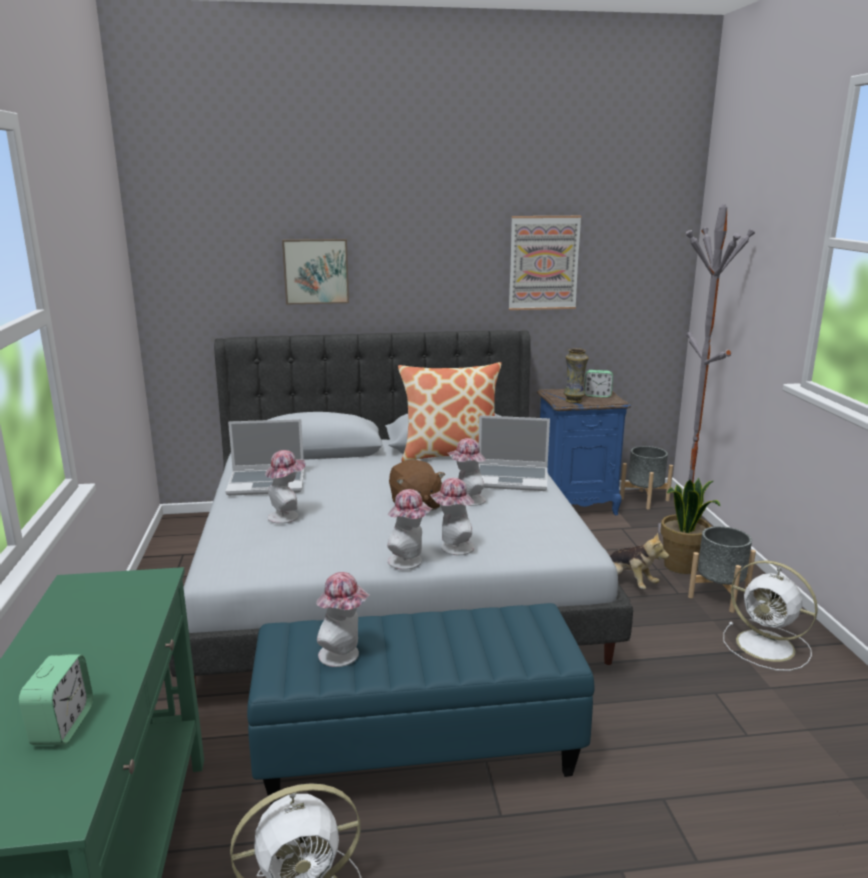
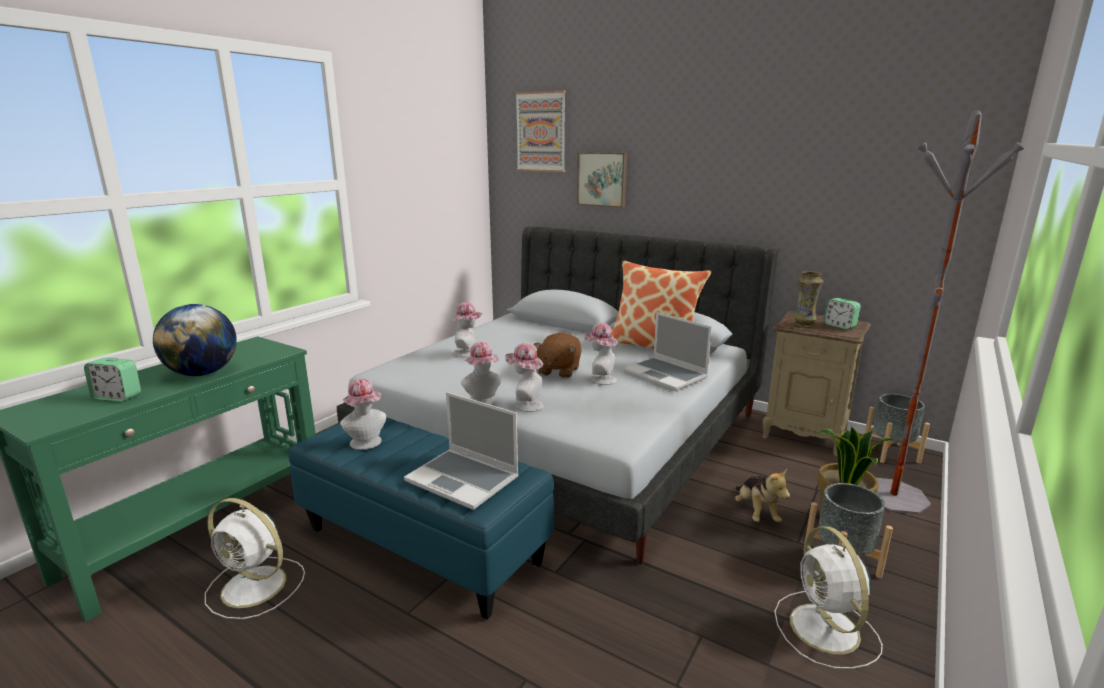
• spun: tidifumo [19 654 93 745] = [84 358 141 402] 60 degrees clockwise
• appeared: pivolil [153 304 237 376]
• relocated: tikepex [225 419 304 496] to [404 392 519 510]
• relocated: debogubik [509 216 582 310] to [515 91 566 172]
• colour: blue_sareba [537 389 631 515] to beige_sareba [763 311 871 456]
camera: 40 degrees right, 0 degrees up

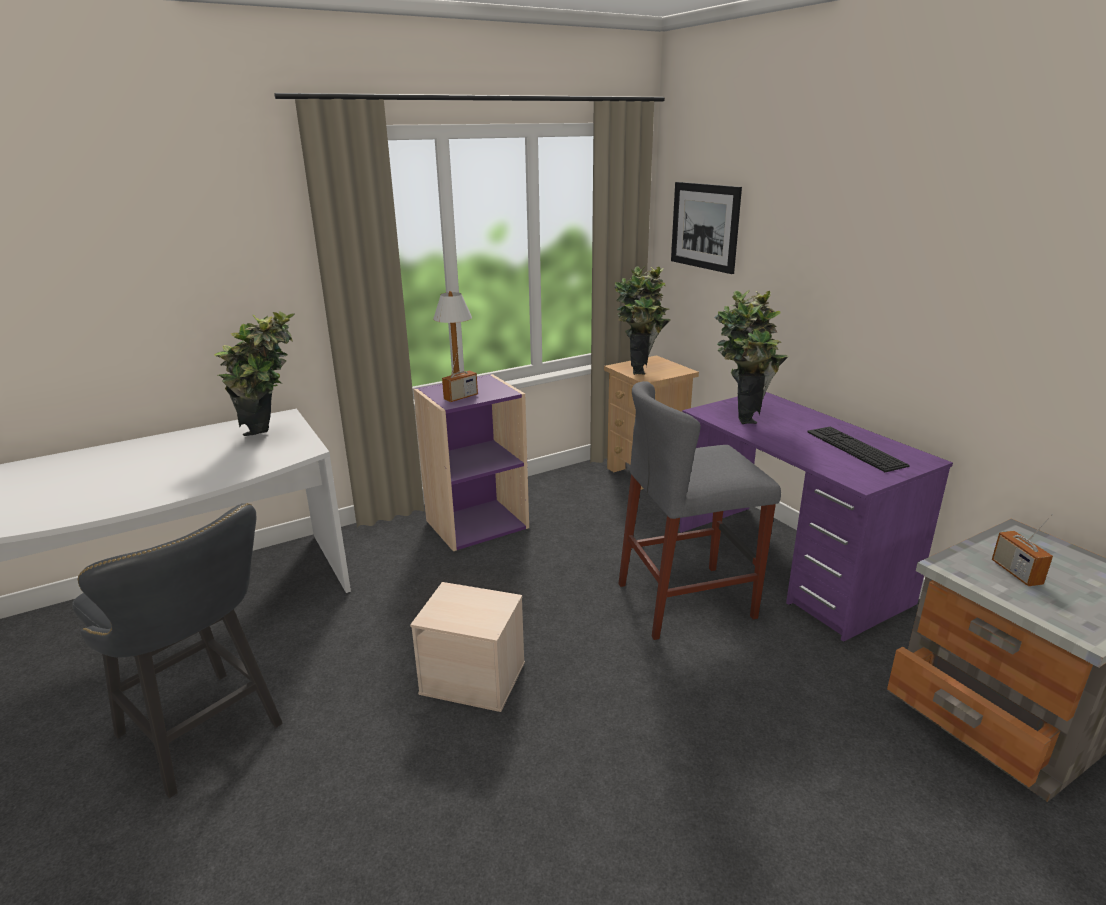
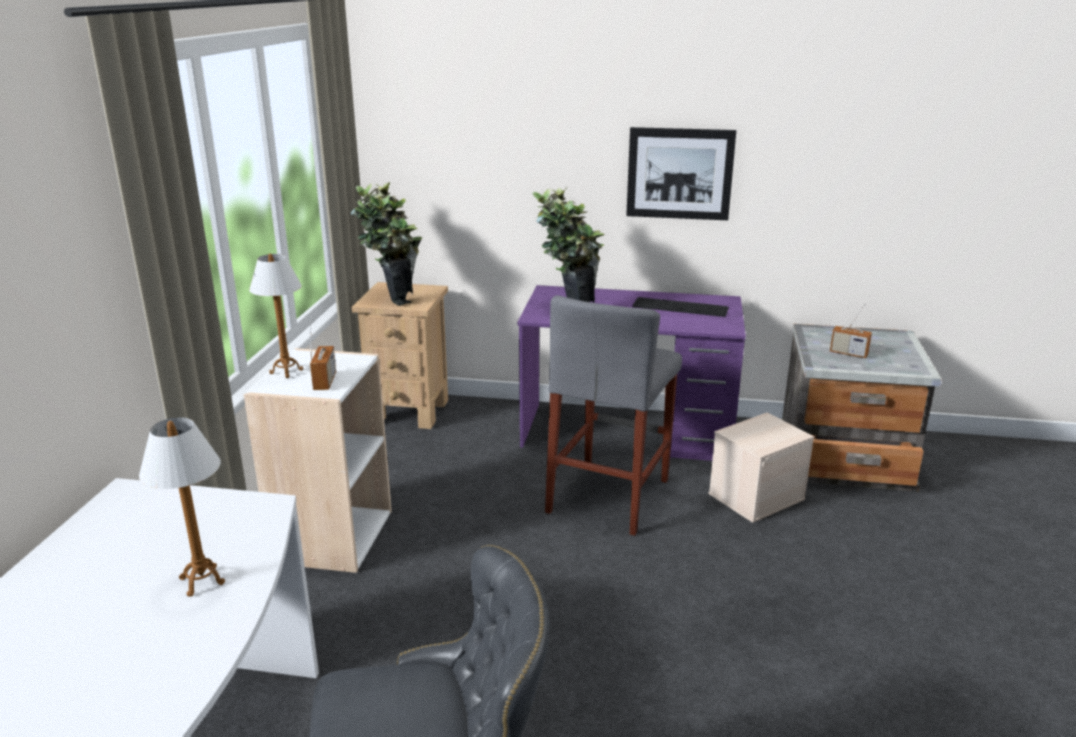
• appeared: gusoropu [139 417 225 597]
• colour: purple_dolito [413 374 529 551] to white_dolito [244 348 392 573]
• relocated: debogubik [671 182 742 274] to [626 127 736 220]
• relocated: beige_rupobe [410 582 525 712] to [709 413 814 523]
• missing: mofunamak [214 311 295 436]
camera: 50 degrees left, 0 degrees up

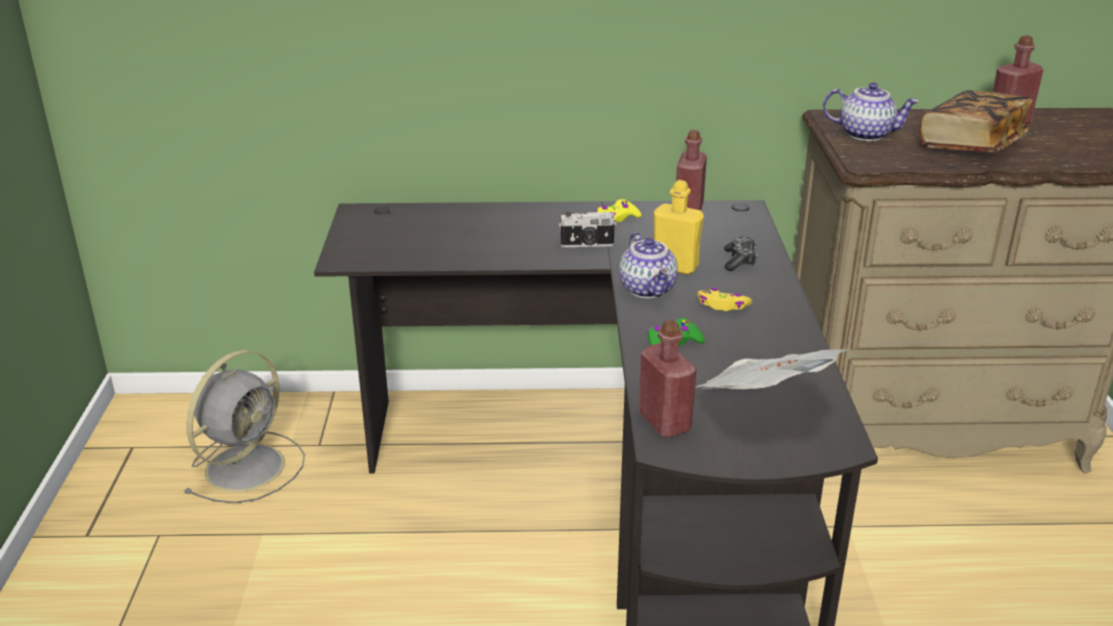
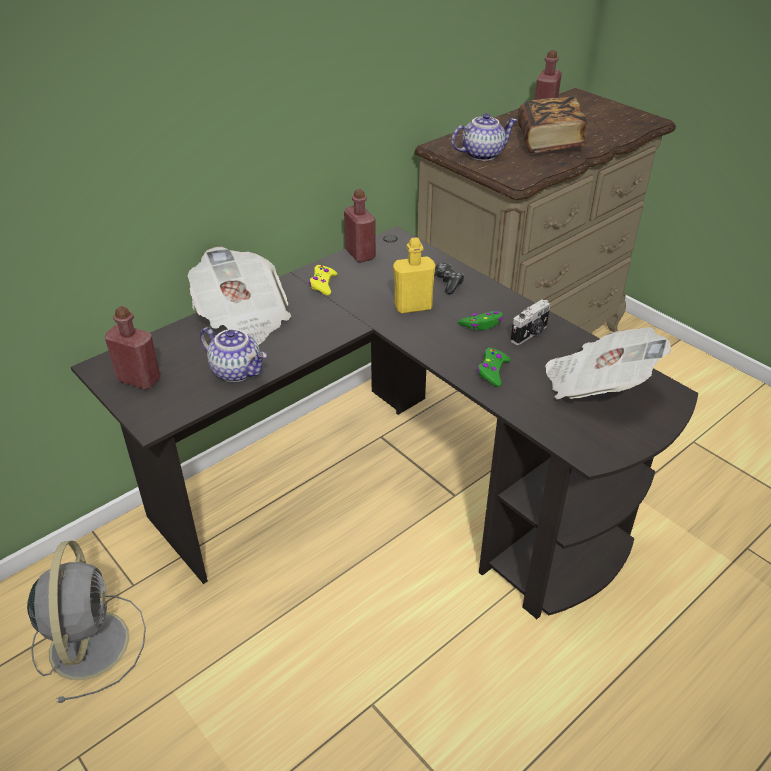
• relocated: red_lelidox [639 320 697 438] to [105 306 160 390]
• appeared: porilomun [188 247 291 345]
• relocated: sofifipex [619 232 678 298] to [200 327 267 382]
• colour: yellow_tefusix [697 287 752 311] to green_tefusix [458 311 504 330]
• relocated: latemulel [558 212 617 247] to [511 299 550 345]
camera: 40 degrees left, 10 degrees up

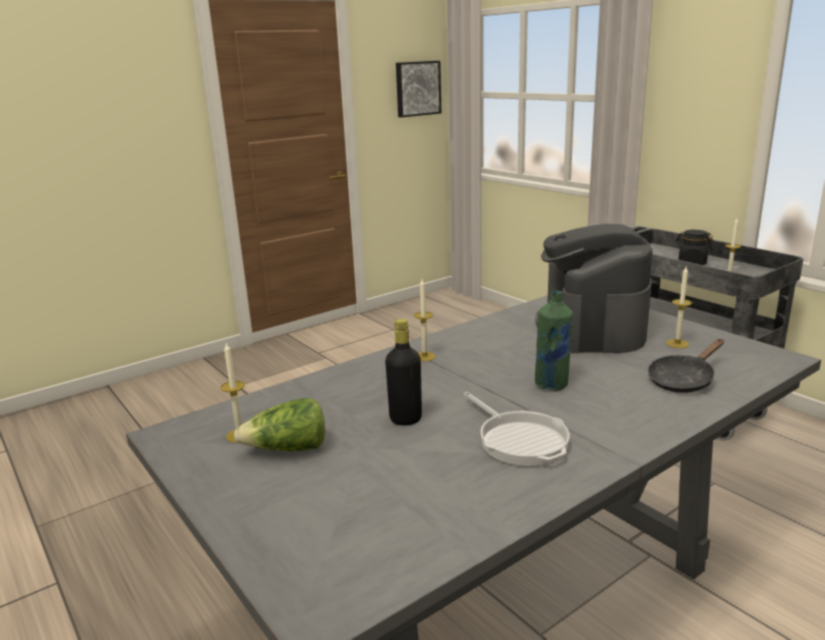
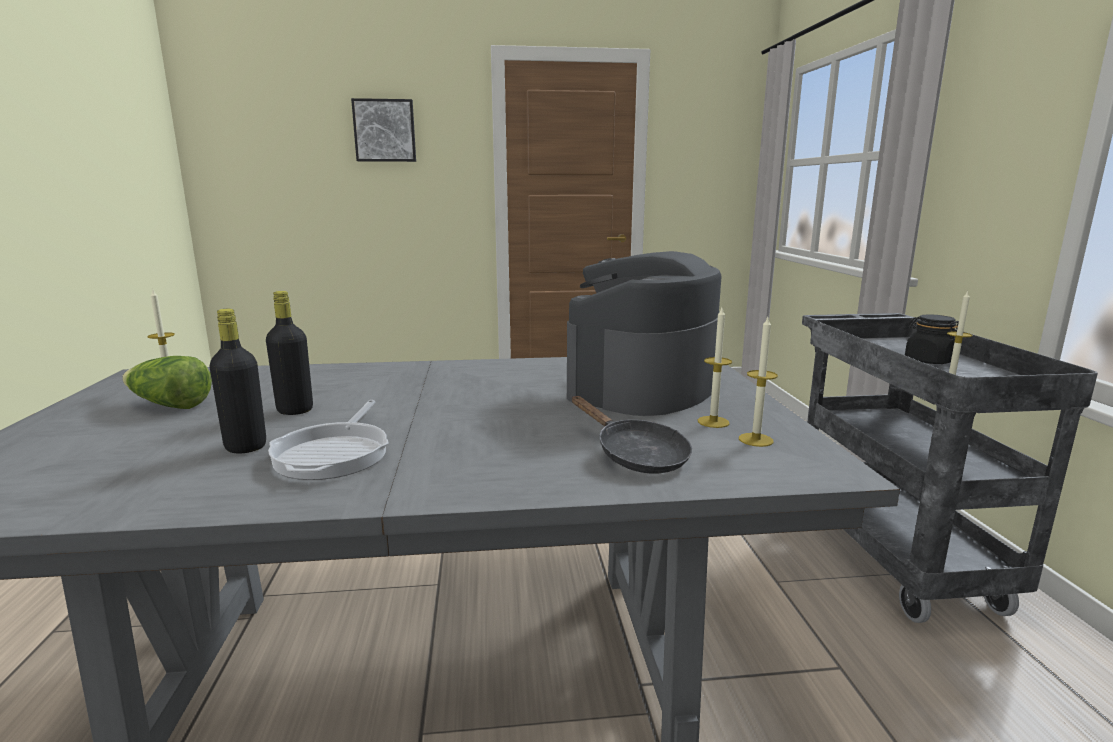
• appeared: black_lelidox [209 309 266 453]
• relocated: debogubik [396 61 441 117] to [351 98 416 162]
• spun: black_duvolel [648 339 724 393] = [571 396 692 474] 120 degrees counterclockwise
• relocated: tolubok [414 279 436 361] to [739 317 778 447]
• missing: green_lelidox [535 291 573 391]
camera: 30 degrees right, 5 degrees down

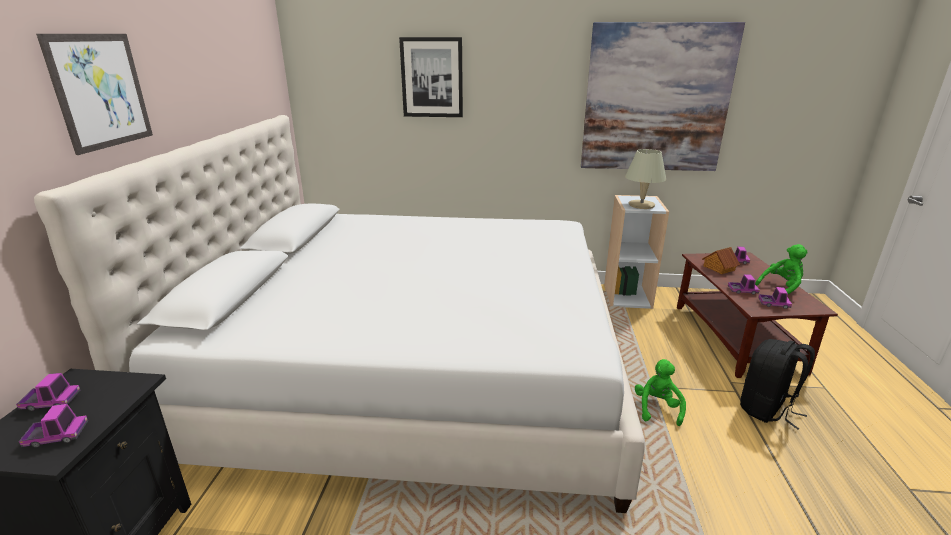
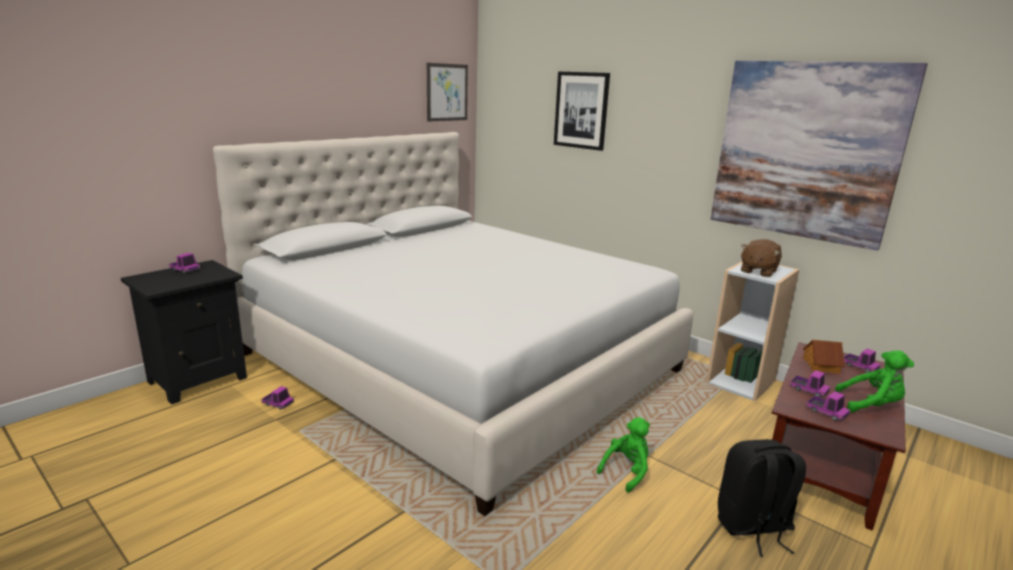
• relocated: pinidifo [19 404 88 448] to [261 386 294 410]
• relocated: debogubik [36 34 153 155] to [427 63 468 122]
• exchanged: beige_gusoropu [625 149 666 209] to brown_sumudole [741 239 782 277]
camera: 35 degrees right, 5 degrees down

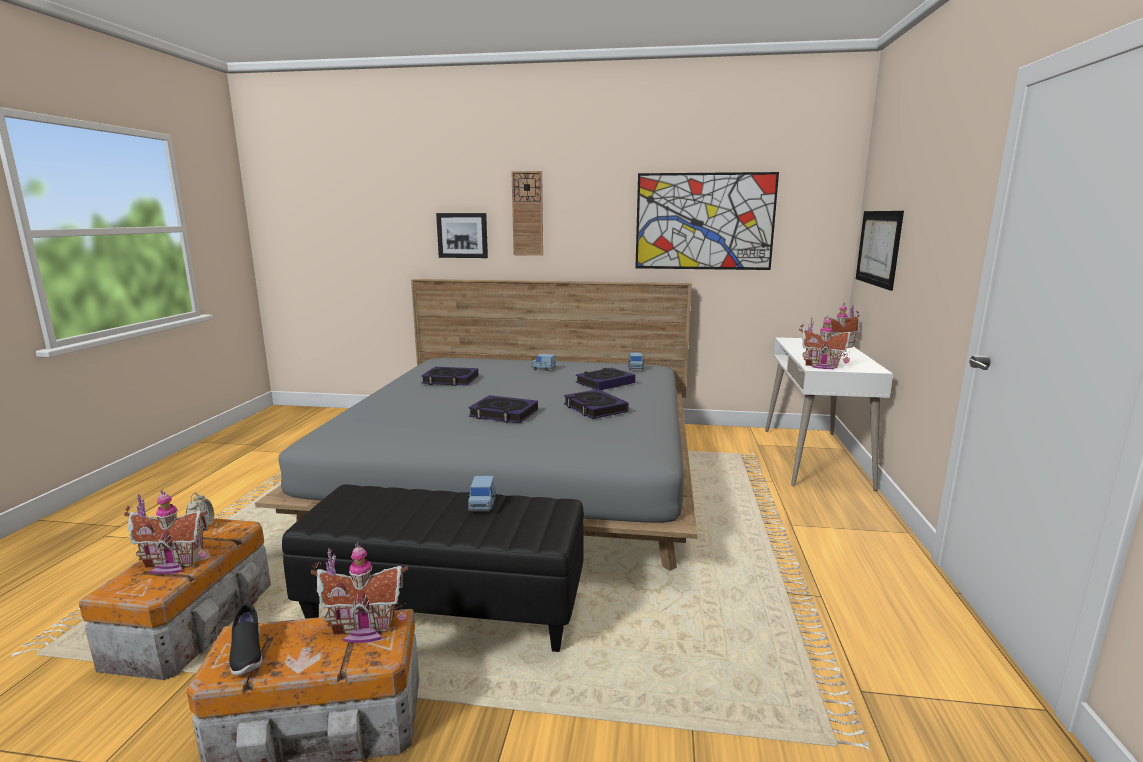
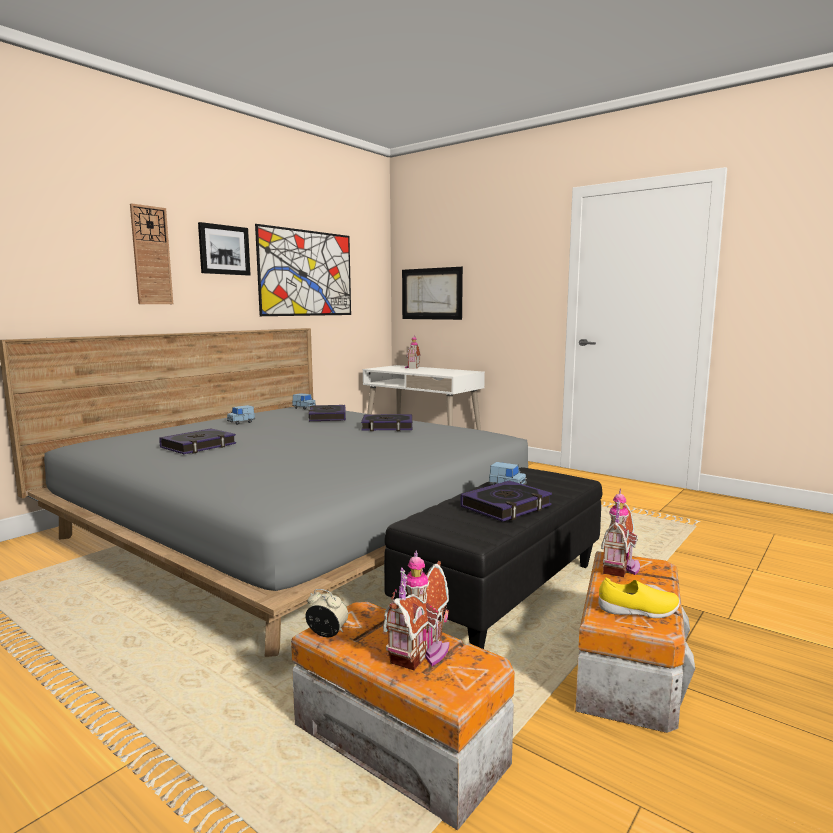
• relocated: debogubik [436 213 488 258] to [198 222 251 275]
• relocated: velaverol [468 395 538 423] to [460 481 552 522]
• colour: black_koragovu [229 603 262 676] to yellow_koragovu [598 578 680 618]
• missing: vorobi [799 316 854 369]
camera: 60 degrees left, 5 degrees down

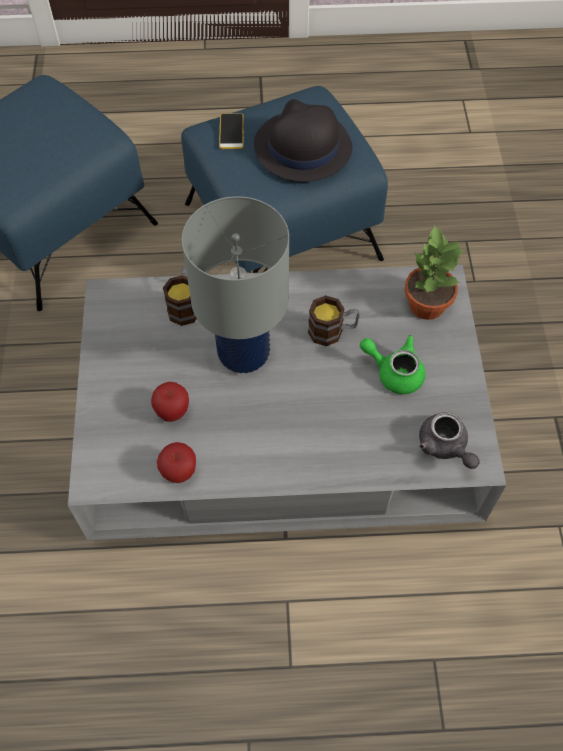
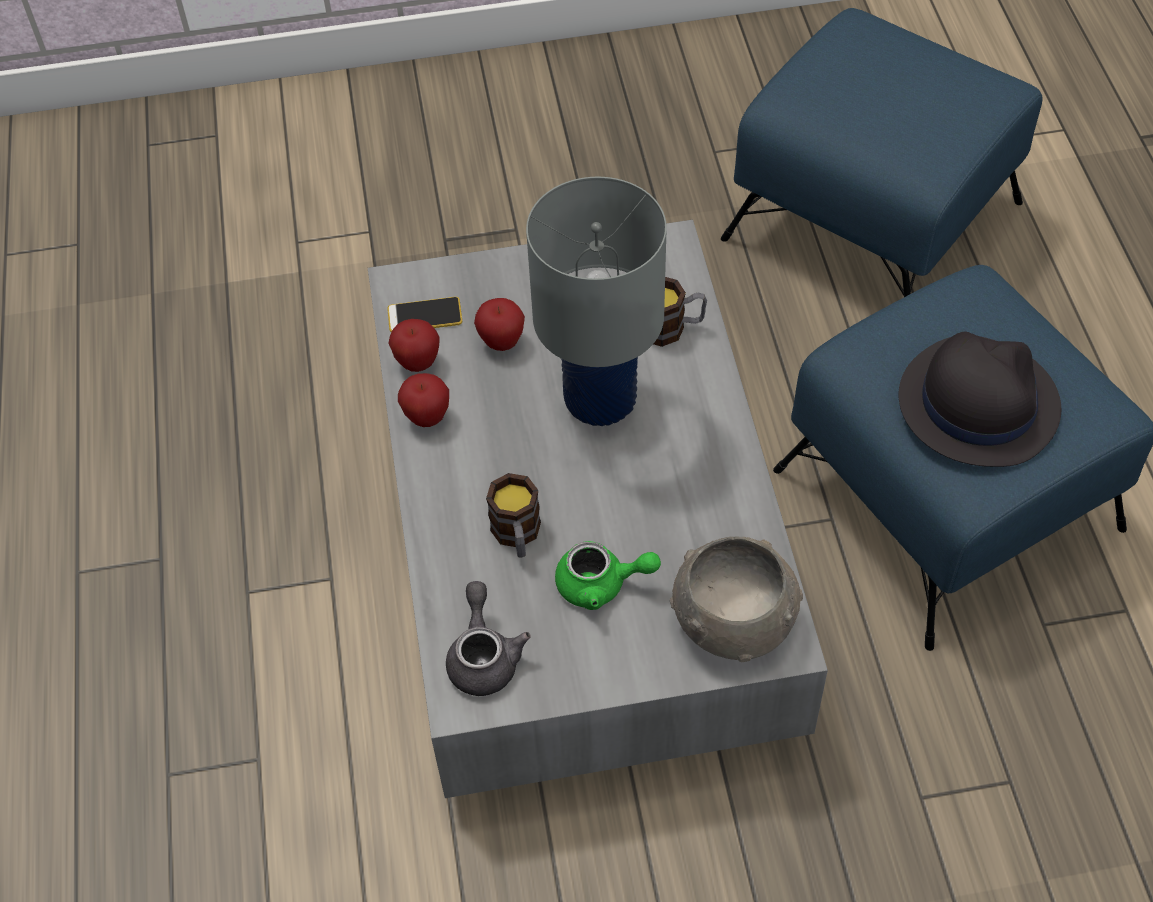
• relocated: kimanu [219 114 244 149] to [387 297 462 332]
• appeared: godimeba [398 373 449 427]
• spun: grey_sofifipex [419 412 480 469] = [446 581 531 696] 120 degrees clockwise
• relocated: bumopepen [308 295 360 346] to [486 473 541 557]
• spun: green_sofifipex [360 335 425 394] = [555 541 661 610] 75 degrees clockwise
• exchanged: mofunamak [404 224 466 320] to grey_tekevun [670 536 803 663]
camera: 85 degrees right, 5 degrees down

